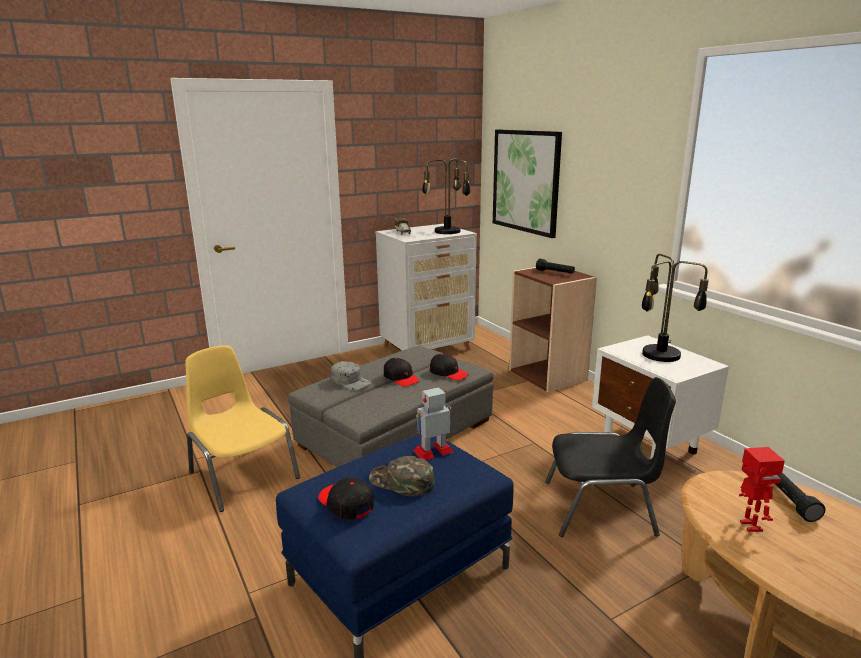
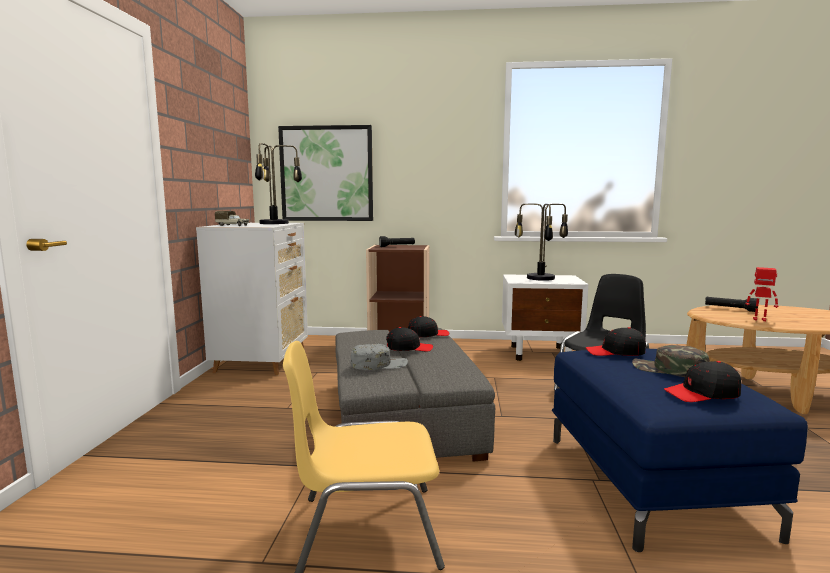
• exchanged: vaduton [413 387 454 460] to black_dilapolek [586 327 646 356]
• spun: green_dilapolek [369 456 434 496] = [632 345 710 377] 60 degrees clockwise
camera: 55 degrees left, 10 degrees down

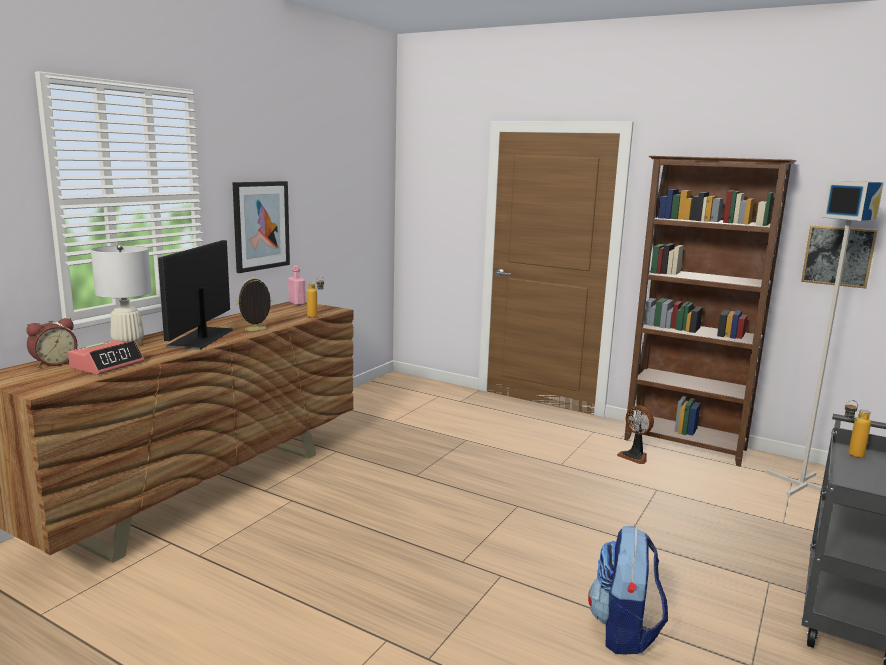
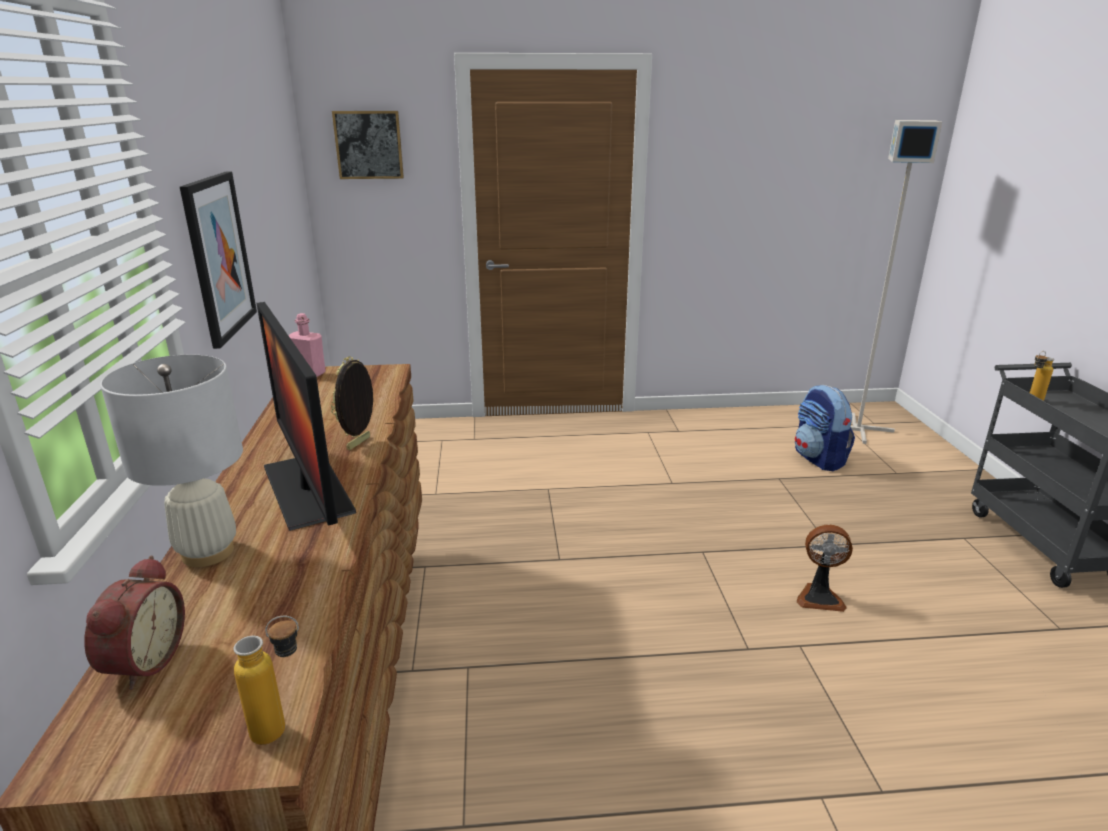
• relocated: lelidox [307 277 324 318] to [233 616 299 745]
• relocated: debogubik [801 225 877 289] to [332 111 404 179]
• relocated: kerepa [588 526 668 654] to [795 385 855 471]
• relocated: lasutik [617 406 654 464] to [797 525 853 612]
• missing: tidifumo [68 340 144 375]
• missing: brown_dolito [624 156 797 466]
camera: 35 degrees left, 10 degrees up

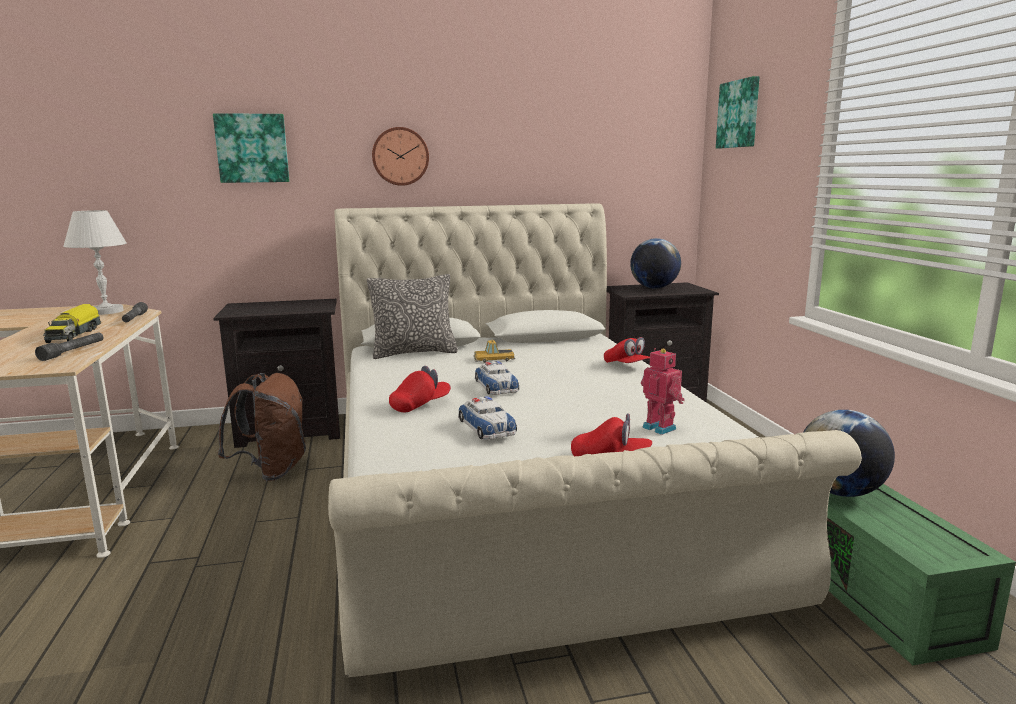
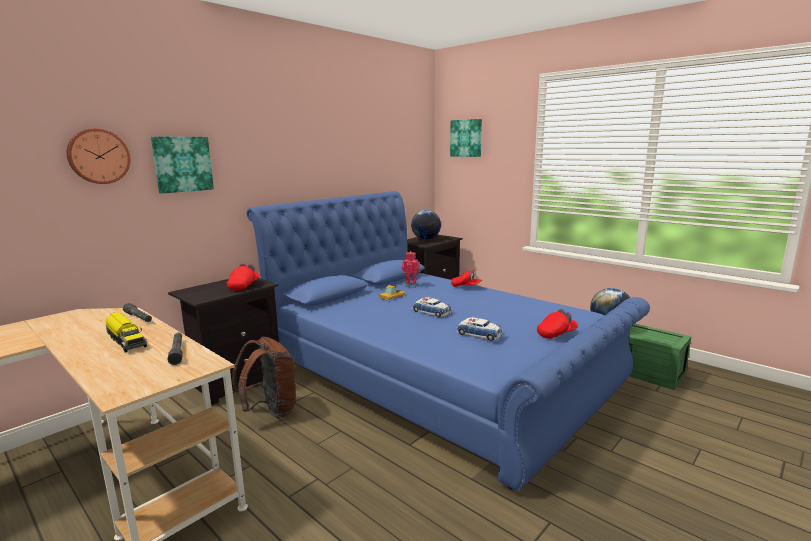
• relocated: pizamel [372 127 429 186] to [67 128 131 184]
• relocated: red_dilapolek [389 366 451 412] to [227 263 260 291]
• colour: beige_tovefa [328 203 862 677] to blue_tovefa [247 191 650 491]
• relocated: vaduton [641 348 685 435] to [402 251 420 288]
• missing: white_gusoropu [63 210 127 315]
• missing: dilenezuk [367 274 458 359]
camera: 35 degrees left, 0 degrees up

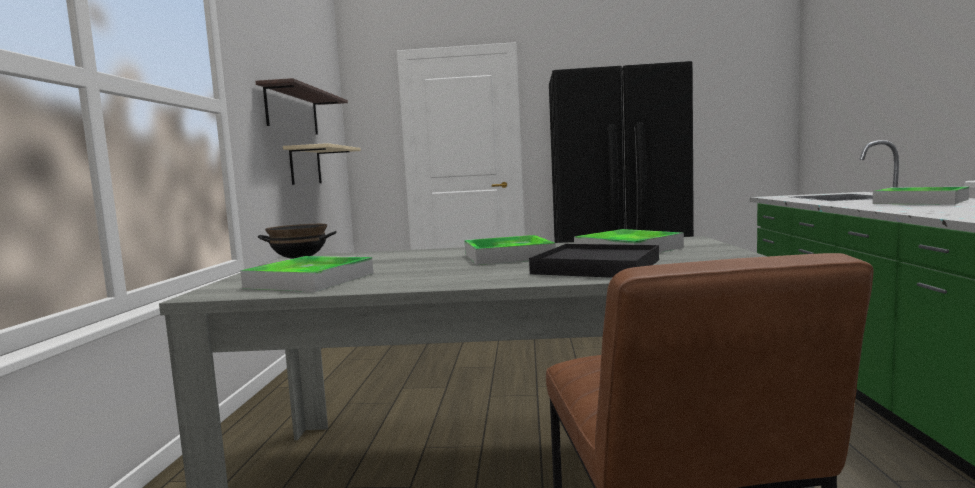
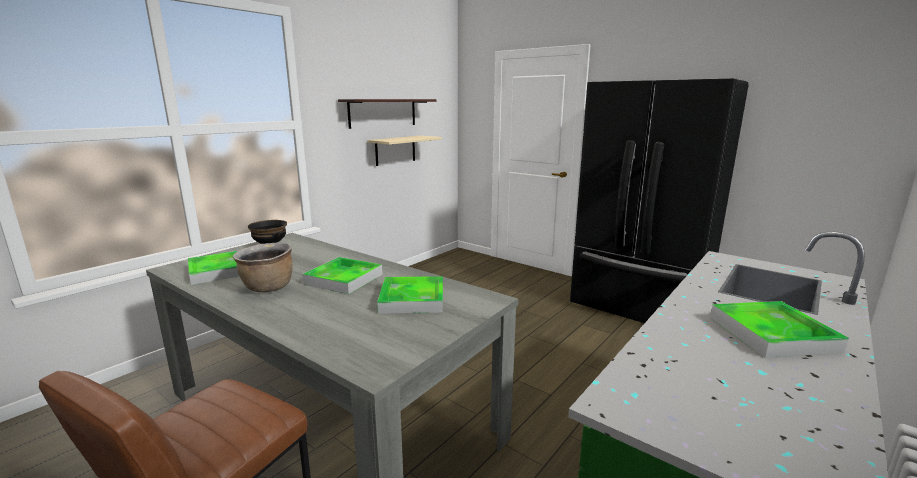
• appeared: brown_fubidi [233 243 292 292]
• missing: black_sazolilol [529 244 659 278]
camera: 35 degrees right, 10 degrees up

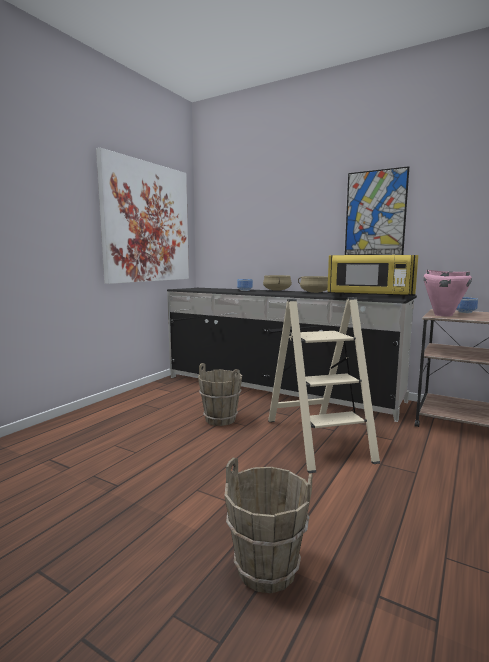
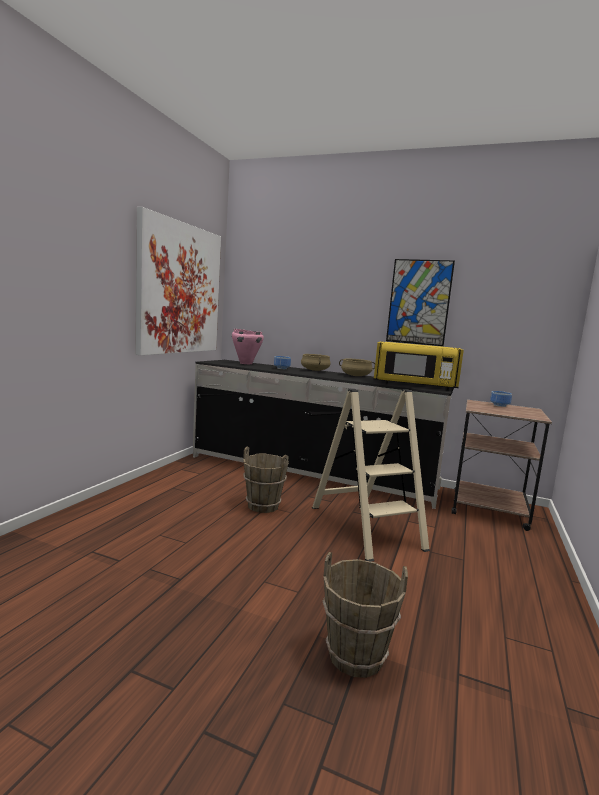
• relocated: pink_fubidi [424 270 472 316] to [232 329 264 364]
camera: 10 degrees left, 0 degrees up

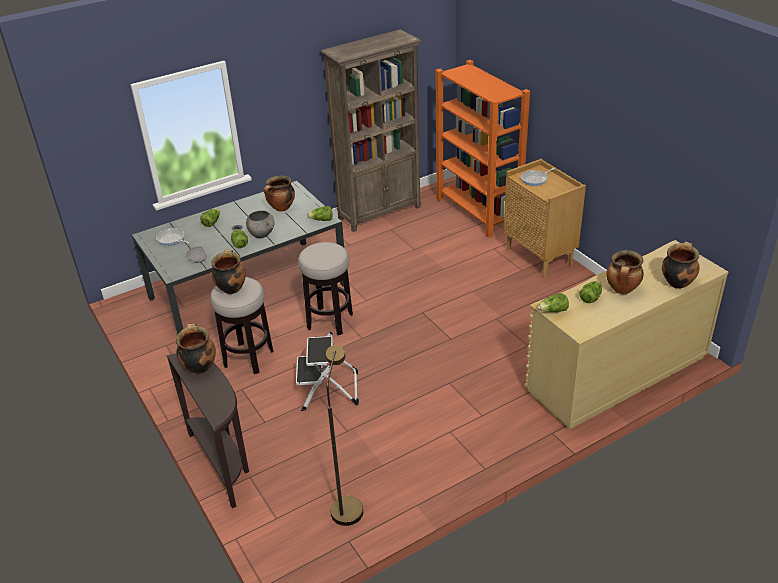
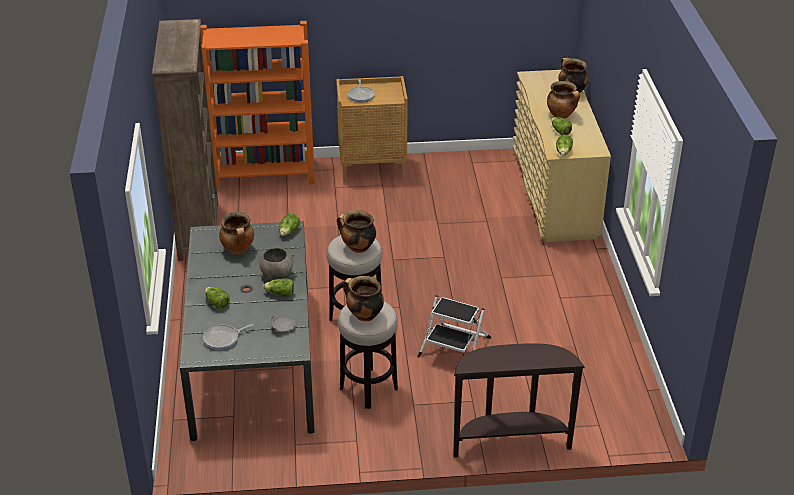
• relocated: fubidi [176 324 216 374] to [337 210 376 253]
• missing: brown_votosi [326 345 363 526]
camera: 65 degrees left, 0 degrees up

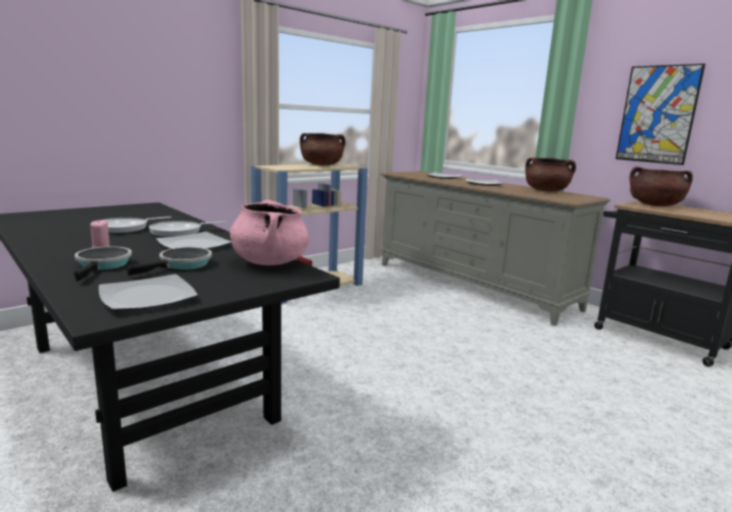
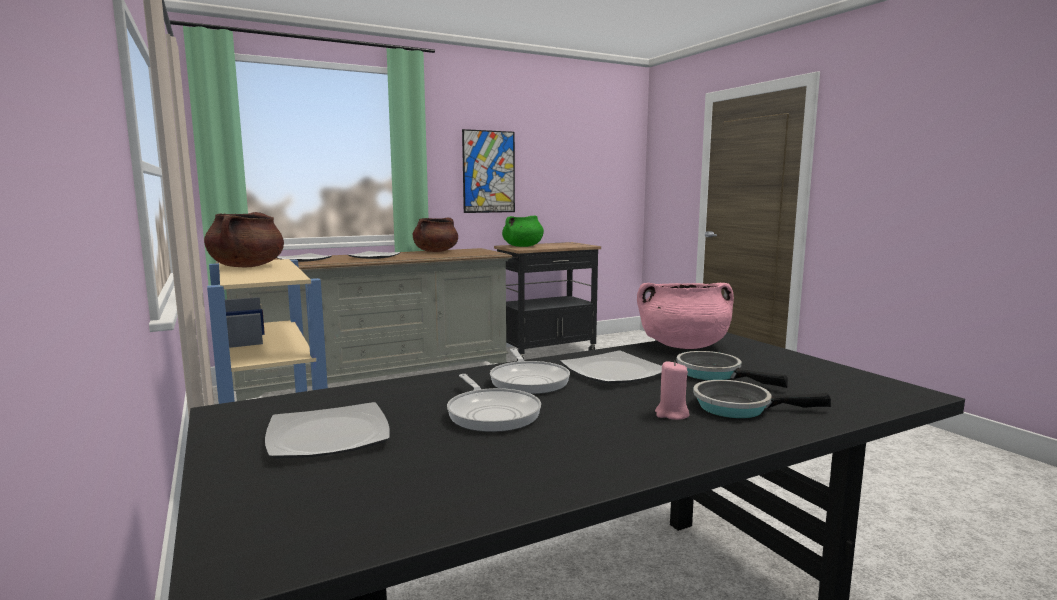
• relocated: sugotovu [99 274 198 311] to [265 402 390 459]
• colour: brown_fubidi [629 167 693 206] to green_fubidi [502 215 544 247]
camera: 75 degrees left, 5 degrees down

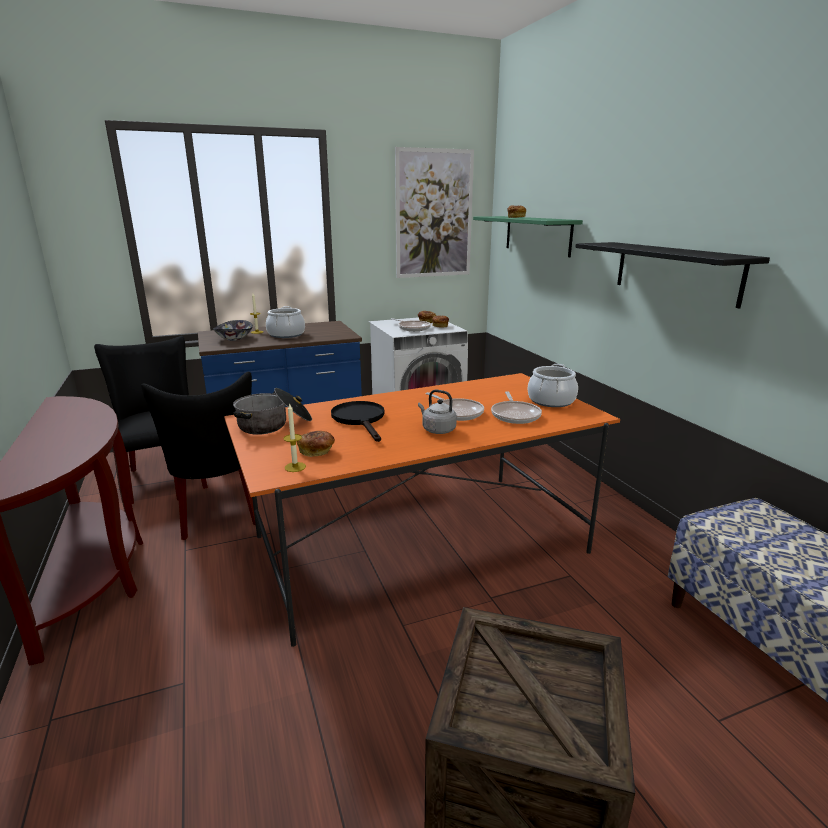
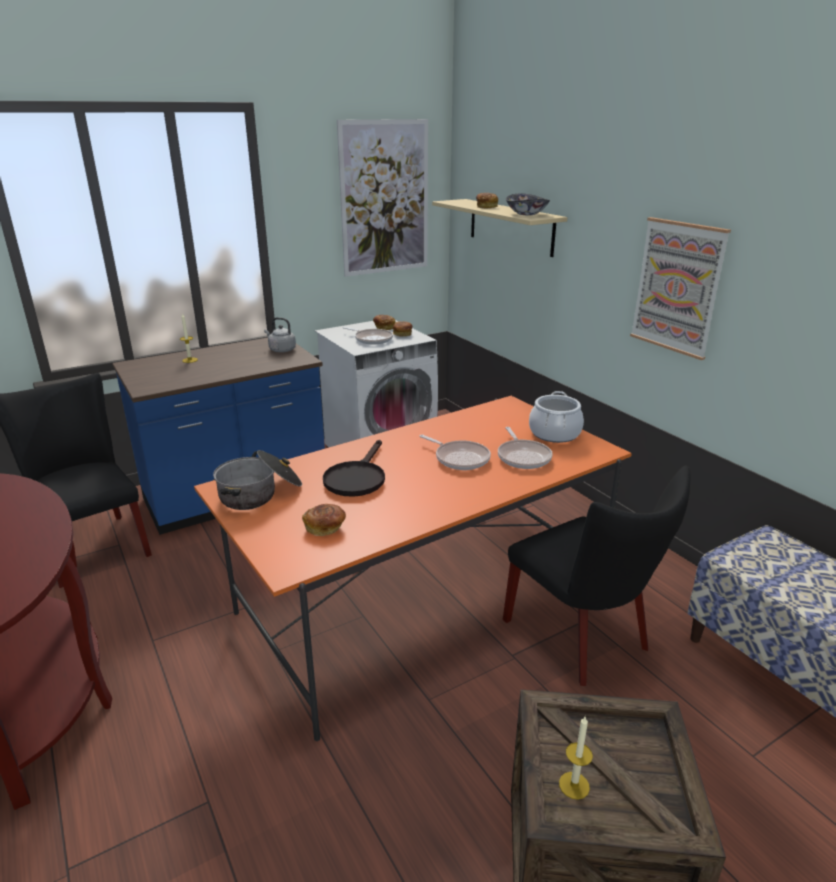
• relocated: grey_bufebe [418 390 457 434] to [264 317 296 352]
• spun: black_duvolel [331 401 385 442] = [323 440 385 497] 135 degrees counterclockwise
• colour: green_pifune [473 216 583 257] to beige_pifune [432 199 567 257]
• relocated: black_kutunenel [141 372 256 540] to [503 466 690 686]
• relocated: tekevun [213 320 253 341] to [506 193 550 216]
• relocated: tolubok [283 404 306 472] to [559 717 593 800]
• exchanged: black_pifune [575 242 770 309] to debogubik [630 217 731 360]
• missing: fubidi [266 306 305 338]
camera: 10 degrees left, 5 degrees up

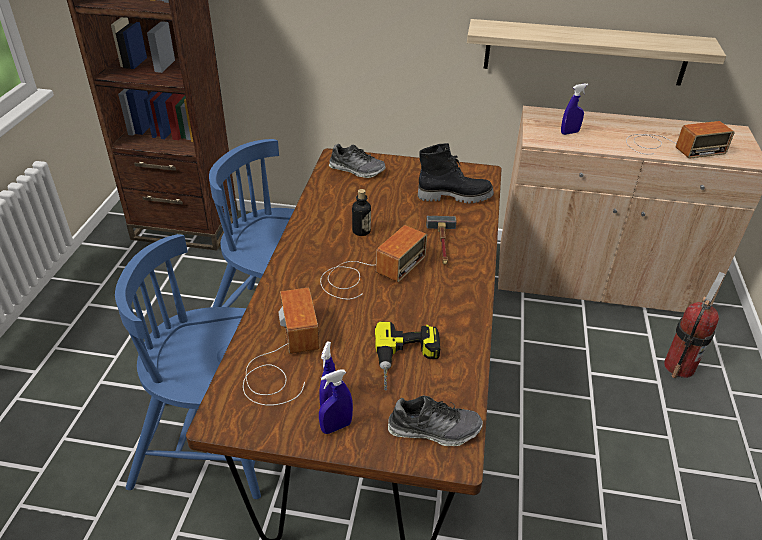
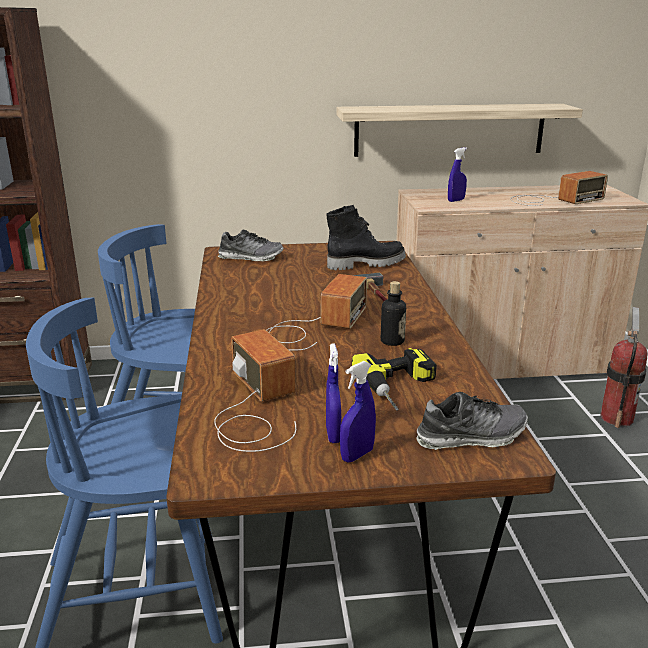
• relocated: lelidox [352 189 371 236] to [381 281 406 346]
camera: 15 degrees left, 15 degrees down

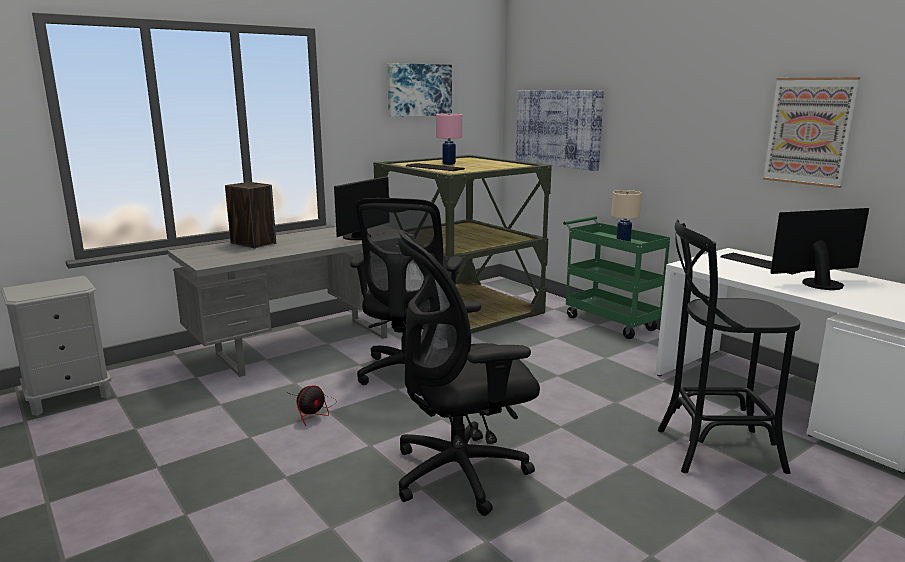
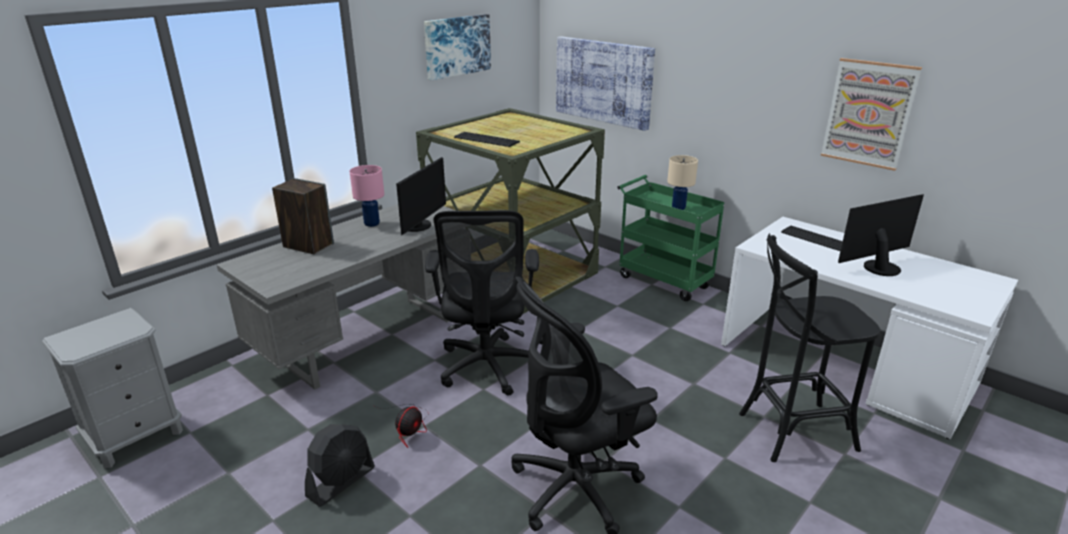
• appeared: black_lasutik [305 424 375 507]
• relocated: pink_gusoropu [436 113 462 165] to [350 165 384 227]
camera: 10 degrees left, 10 degrees up

